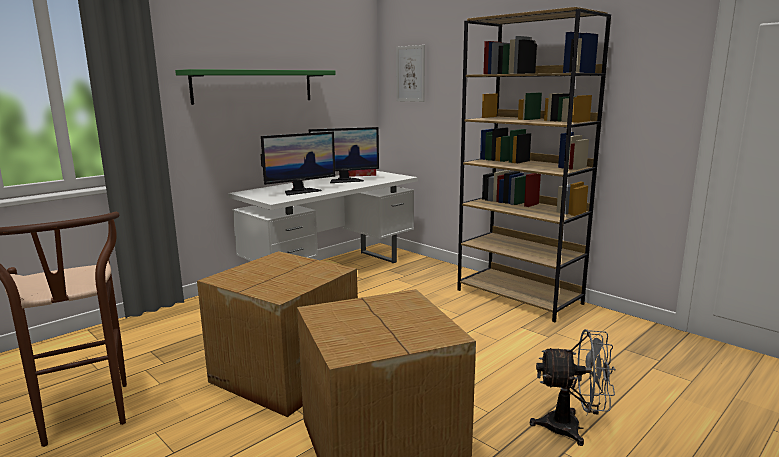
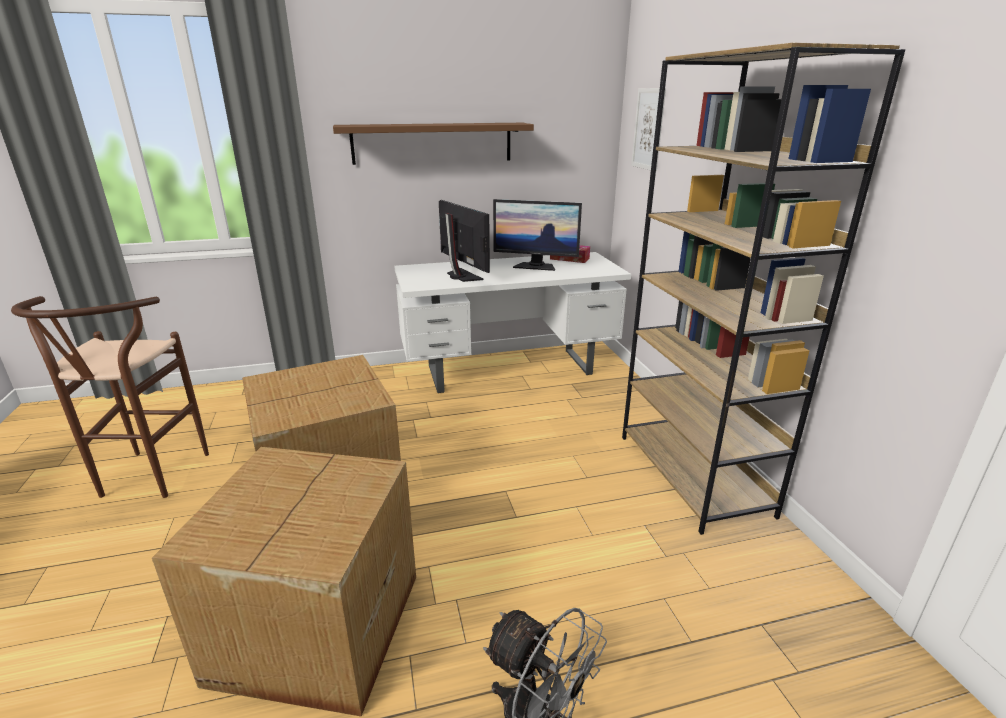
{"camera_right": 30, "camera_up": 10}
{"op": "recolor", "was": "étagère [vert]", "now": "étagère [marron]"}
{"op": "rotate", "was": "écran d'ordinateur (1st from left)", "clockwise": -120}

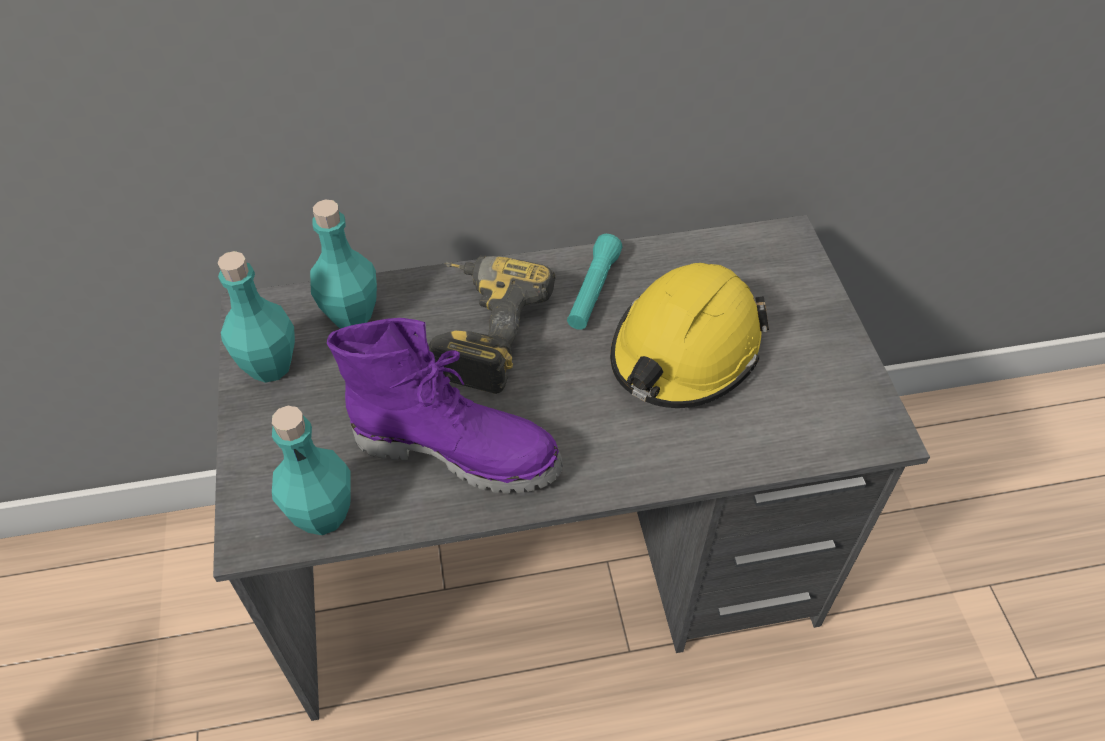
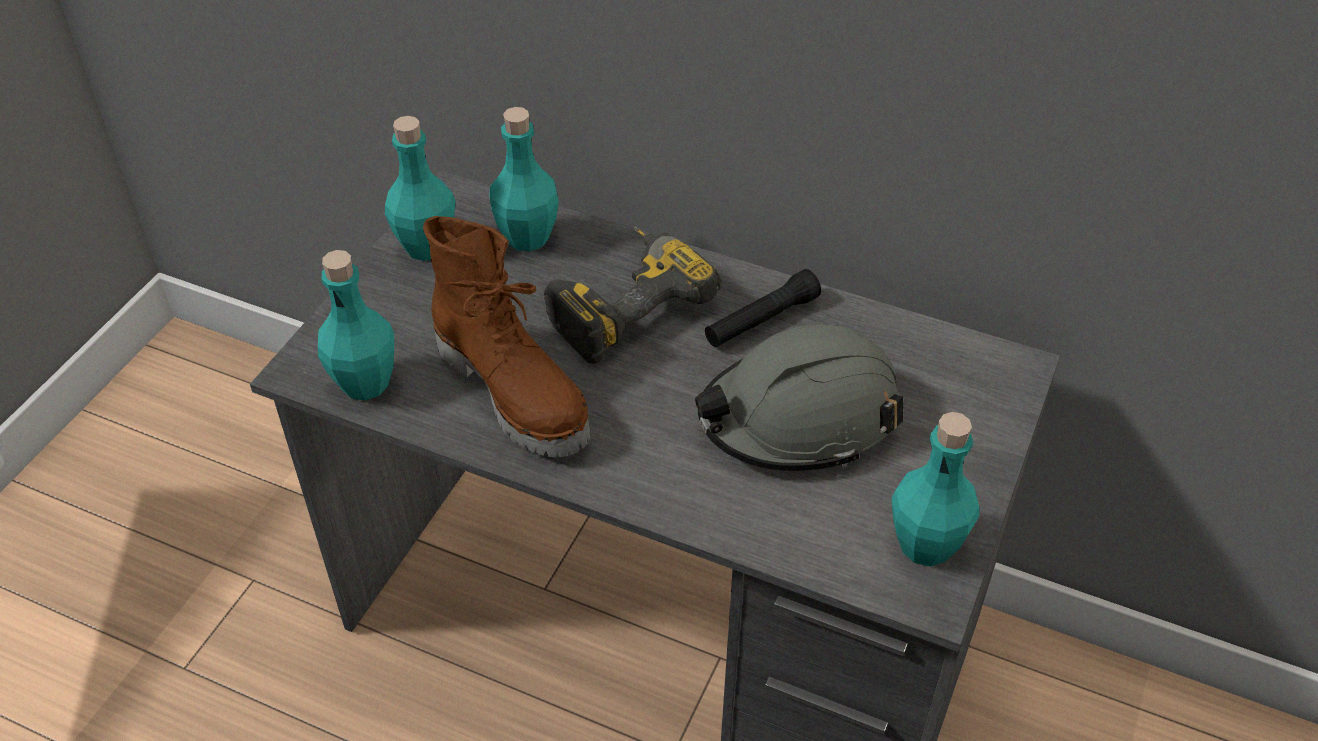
{"camera_right": 35, "camera_up": -5}
{"op": "recolor", "was": "botte [violet]", "now": "botte [marron]"}
{"op": "recolor", "was": "lampe de poche [turquoise]", "now": "lampe de poche [noir]"}
{"op": "recolor", "was": "casque de chantier [jaune]", "now": "casque de chantier [gris]"}
{"op": "insert", "now": "bouteille [turquoise] (4th from left)"}

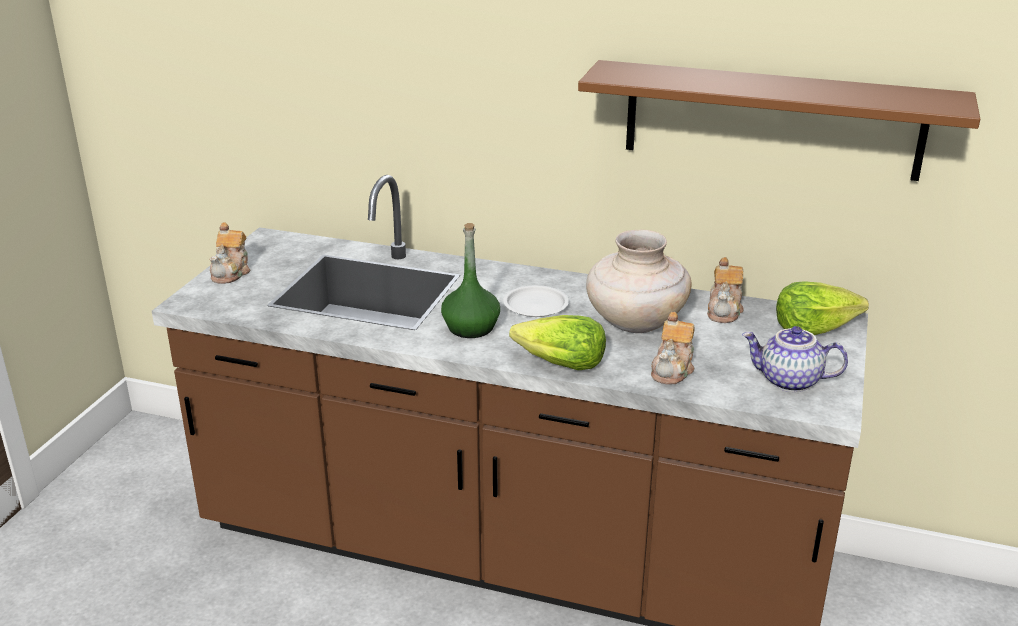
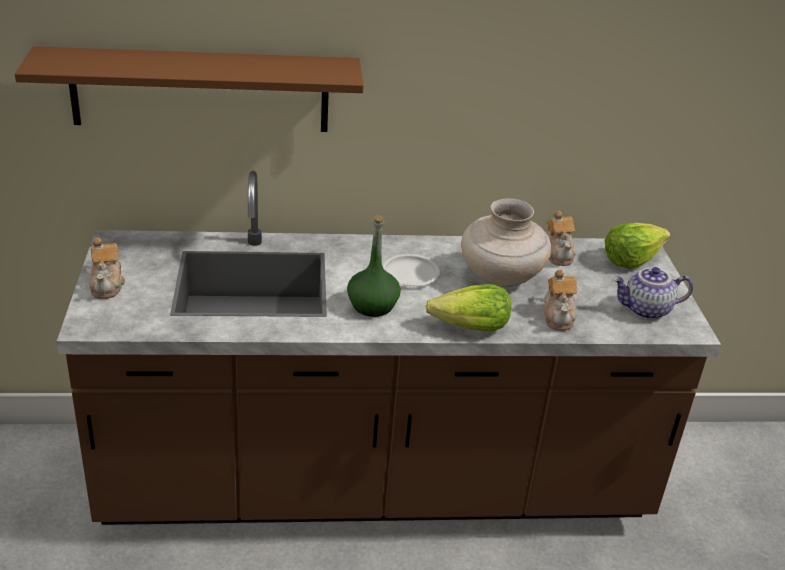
{"camera_right": -25, "camera_up": 5}
{"op": "move", "was": "étagère [marron]"}

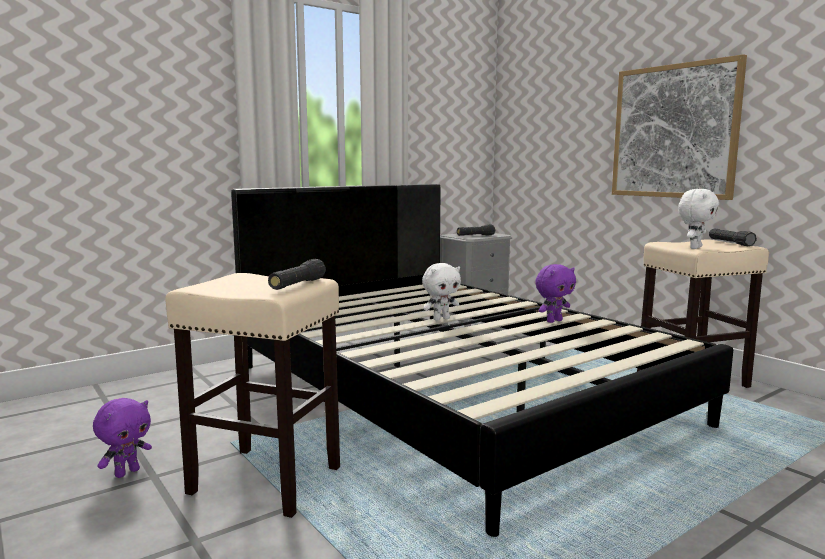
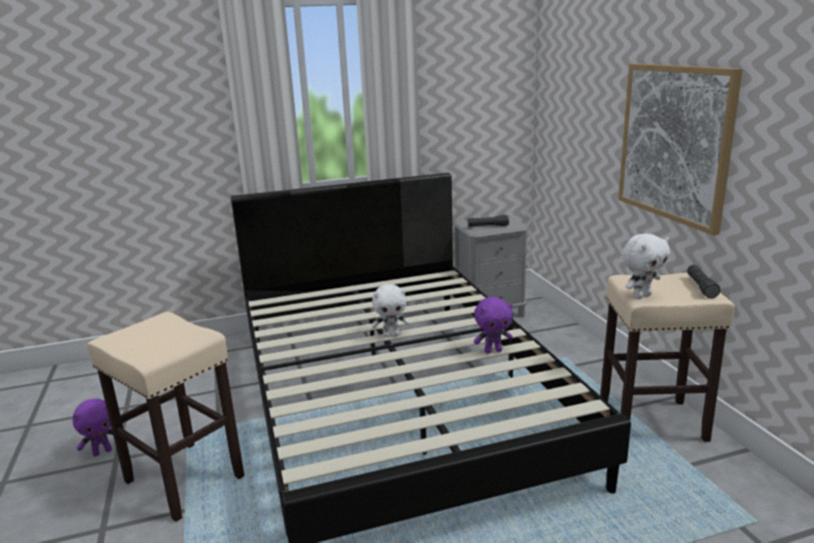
{"camera_right": 20, "camera_up": 10}
{"op": "delete", "was": "lampe de poche [noir] (1st from left)"}

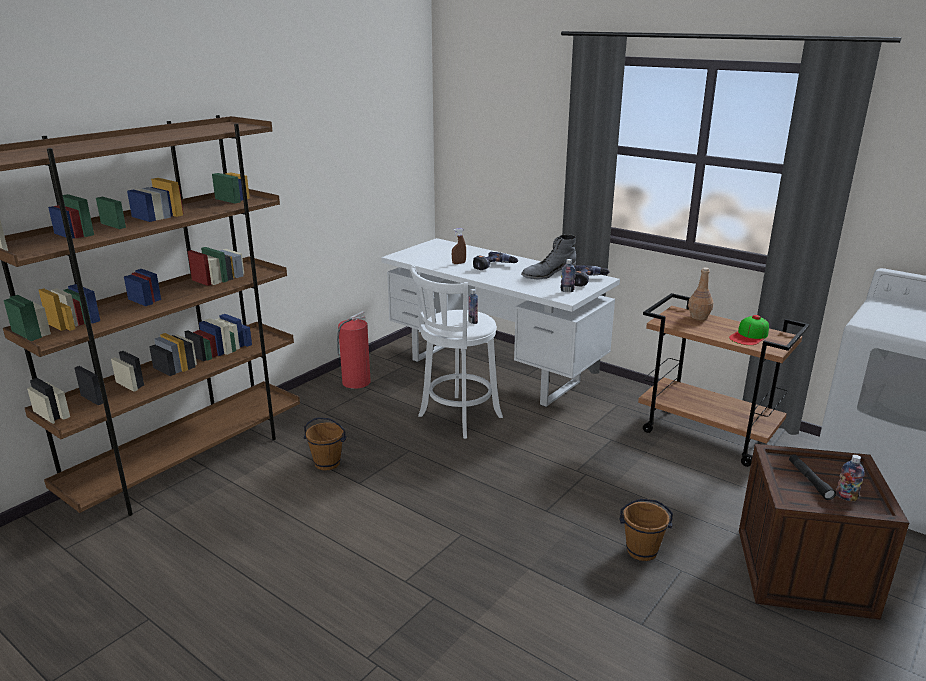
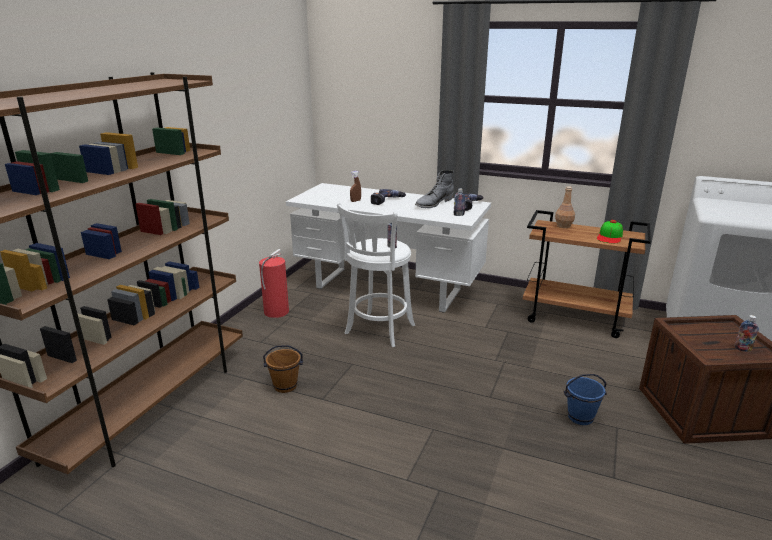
{"camera_right": -15, "camera_up": 0}
{"op": "recolor", "was": "seau [marron] (2nd from left)", "now": "seau [bleu]"}
{"op": "delete", "was": "lampe de poche [noir]"}

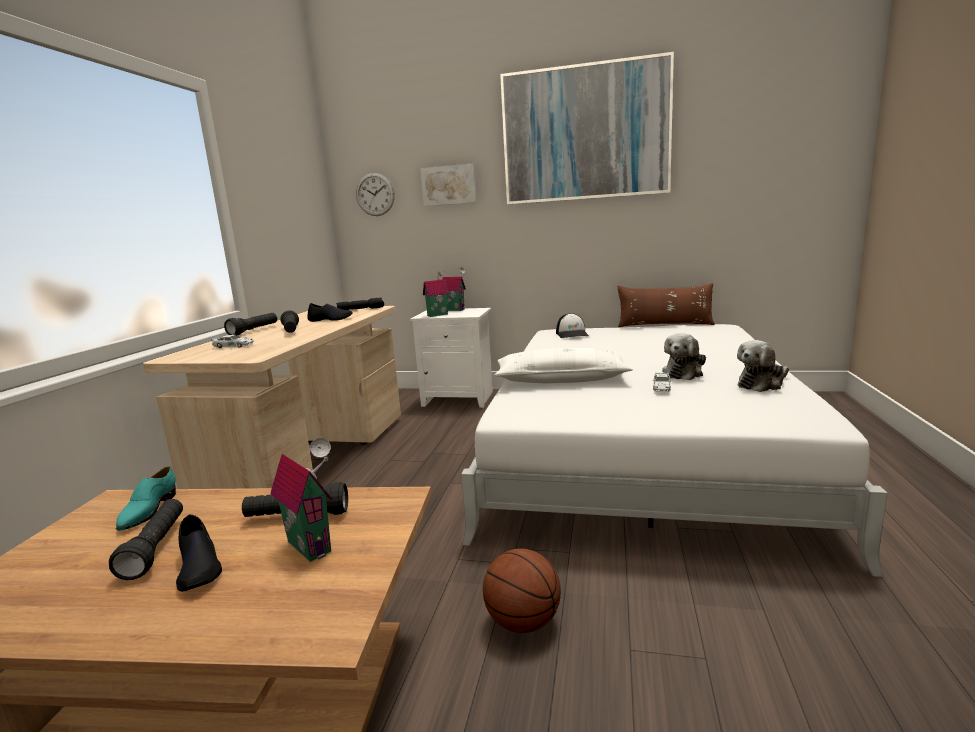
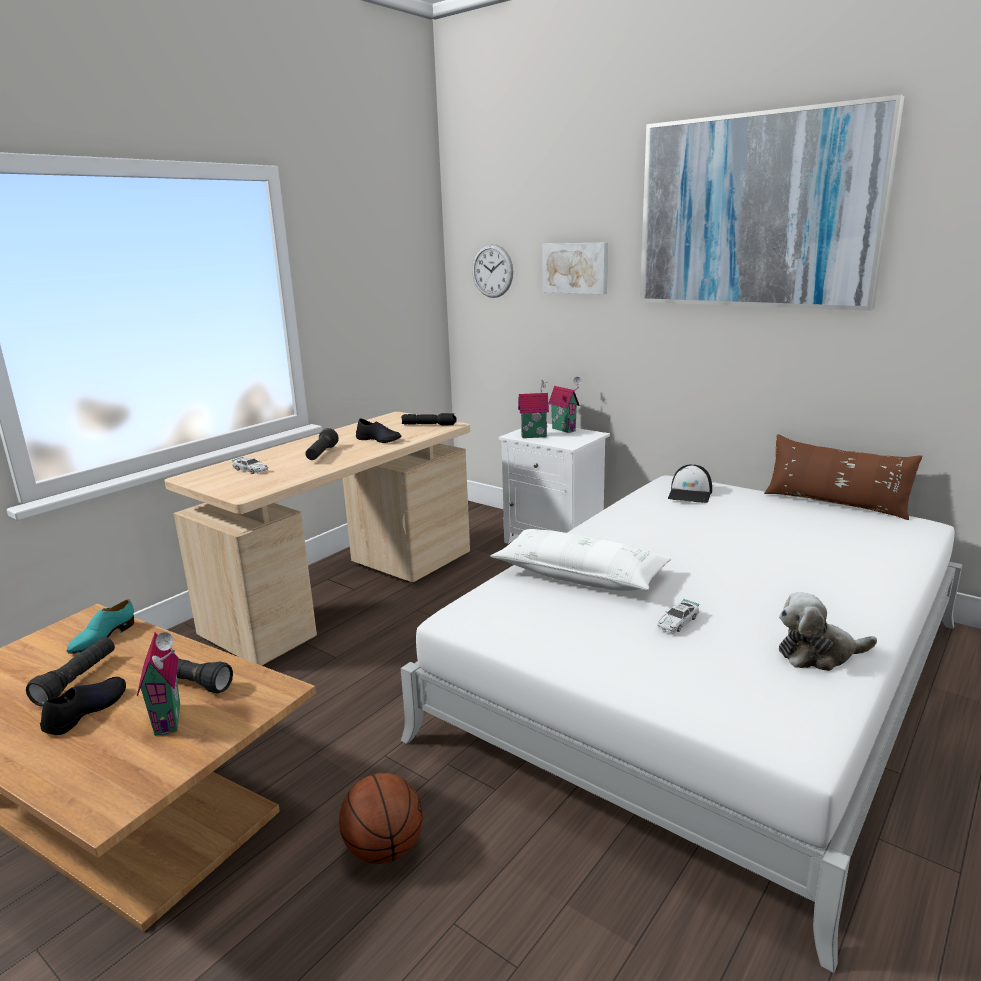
{"camera_right": 25, "camera_up": 5}
{"op": "rotate", "was": "chaussure [noir] (1st from left)", "clockwise": -150}
{"op": "delete", "was": "lampe de poche [noir] (2nd from left)"}
{"op": "delete", "was": "peluche (1st from left)"}

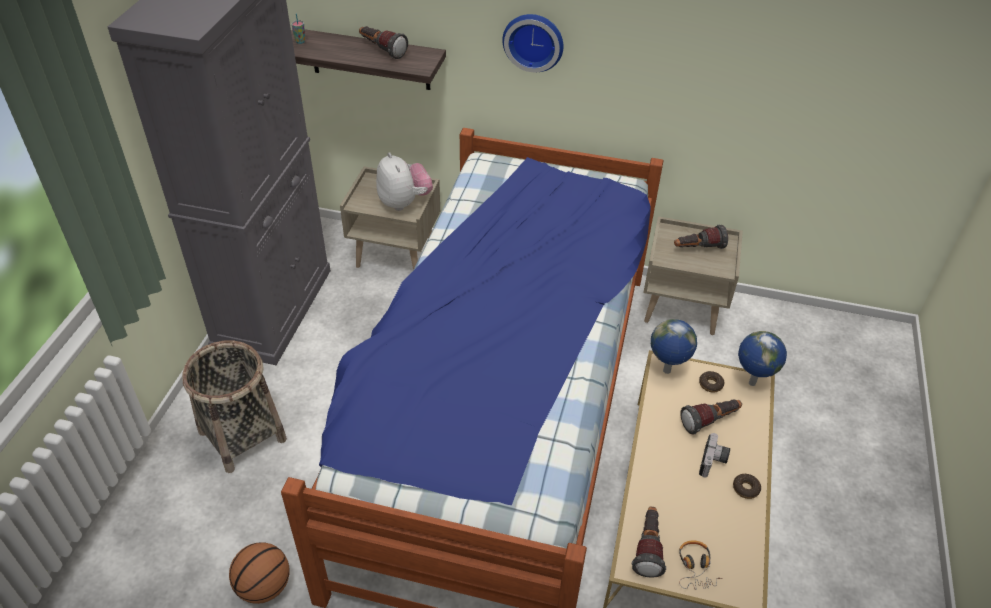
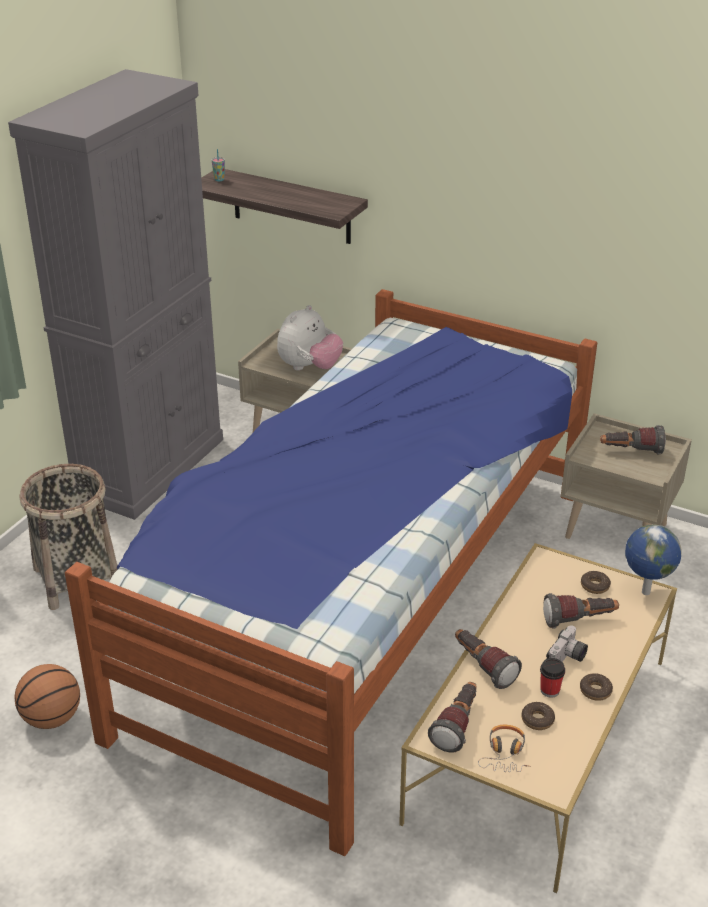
{"camera_right": 15, "camera_up": -10}
{"op": "move", "was": "lampe de poche (1st from left in the first image)", "now": "lampe de poche (2nd from left)"}
{"op": "rotate", "was": "peluche", "clockwise": 45}
{"op": "delete", "was": "horloge murale"}
{"op": "delete", "was": "globe (1st from left)"}
{"op": "insert", "now": "beignet (1st from left)"}
{"op": "insert", "now": "tasse (2nd from left)"}

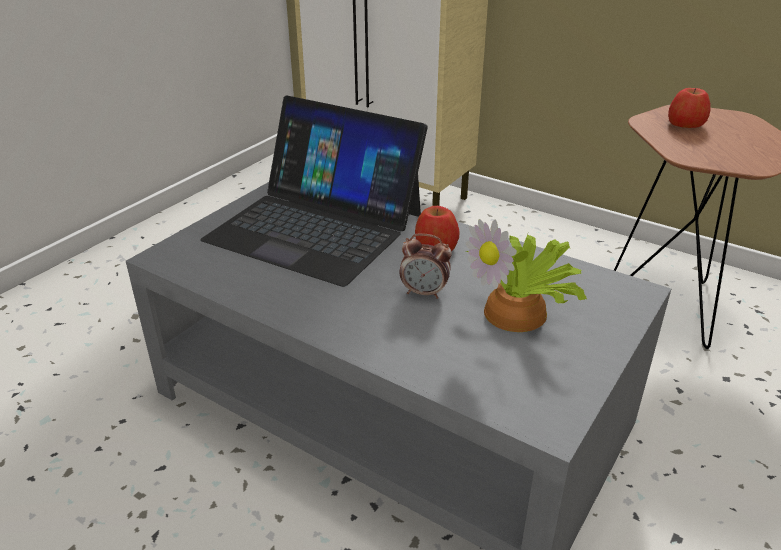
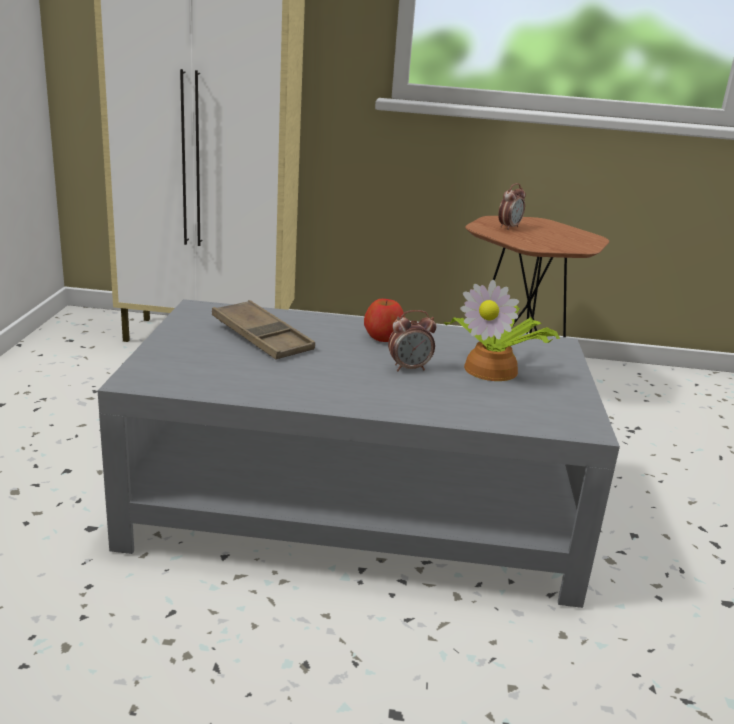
{"camera_right": -30, "camera_up": -10}
{"op": "replace", "was": "ordinateur portable", "now": "plateau [marron]"}
{"op": "replace", "was": "pomme (2nd from left)", "now": "réveil (2nd from left)"}

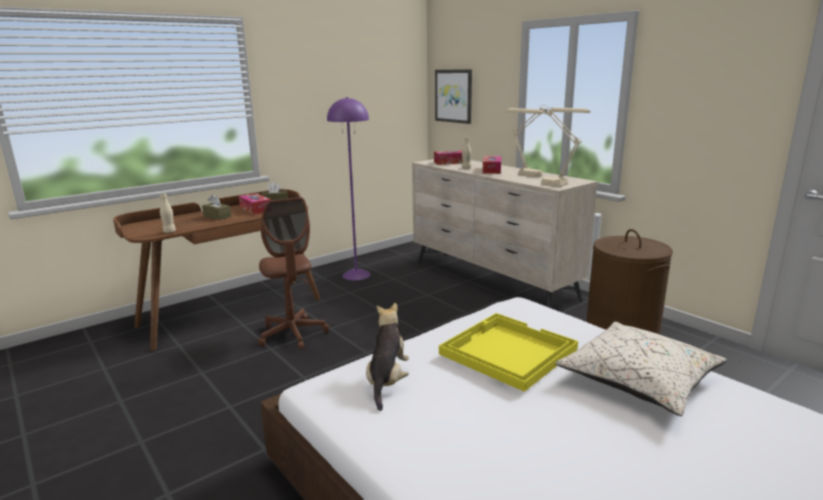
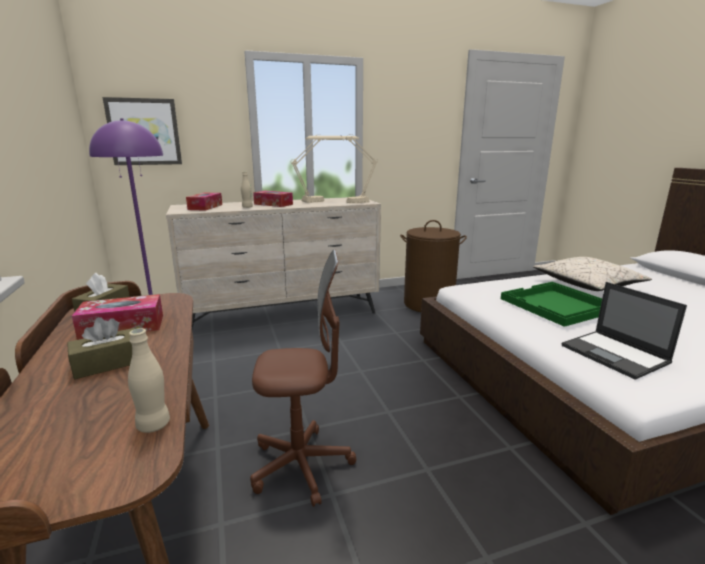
{"camera_right": -70, "camera_up": 0}
{"op": "replace", "was": "peluche", "now": "ordinateur portable"}
{"op": "recolor", "was": "plateau [jaune]", "now": "plateau [vert]"}

